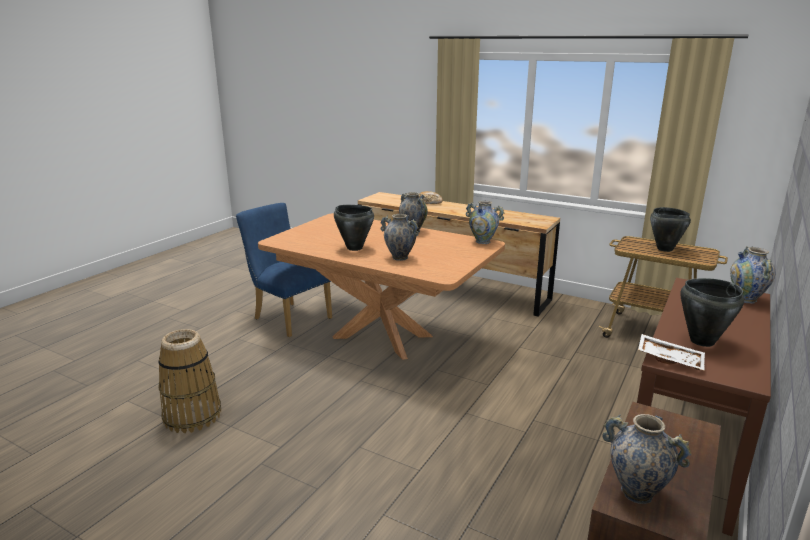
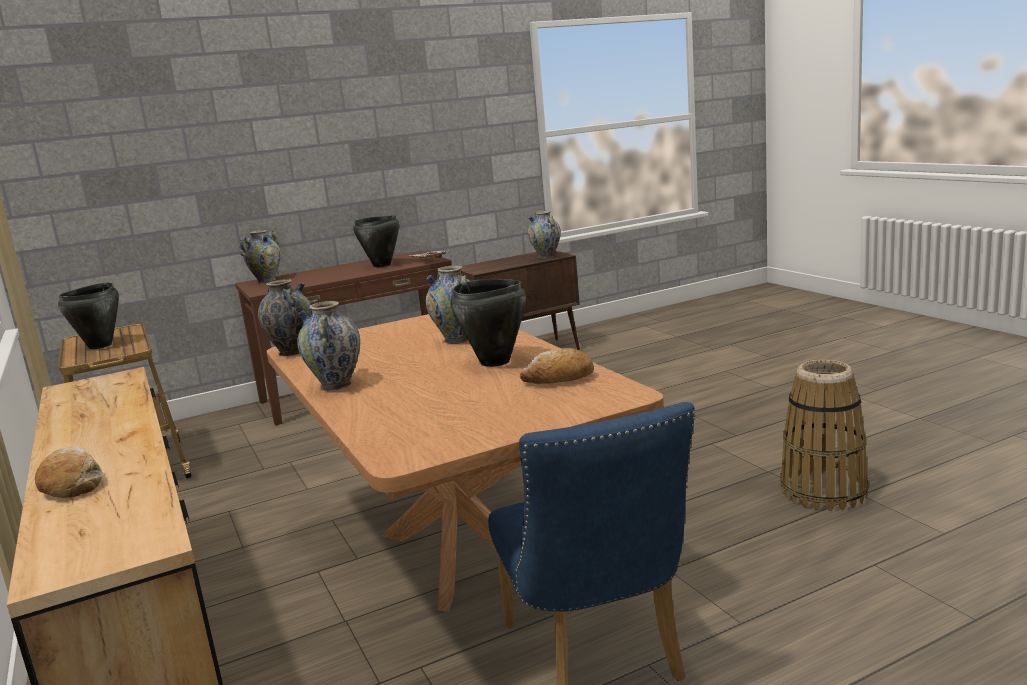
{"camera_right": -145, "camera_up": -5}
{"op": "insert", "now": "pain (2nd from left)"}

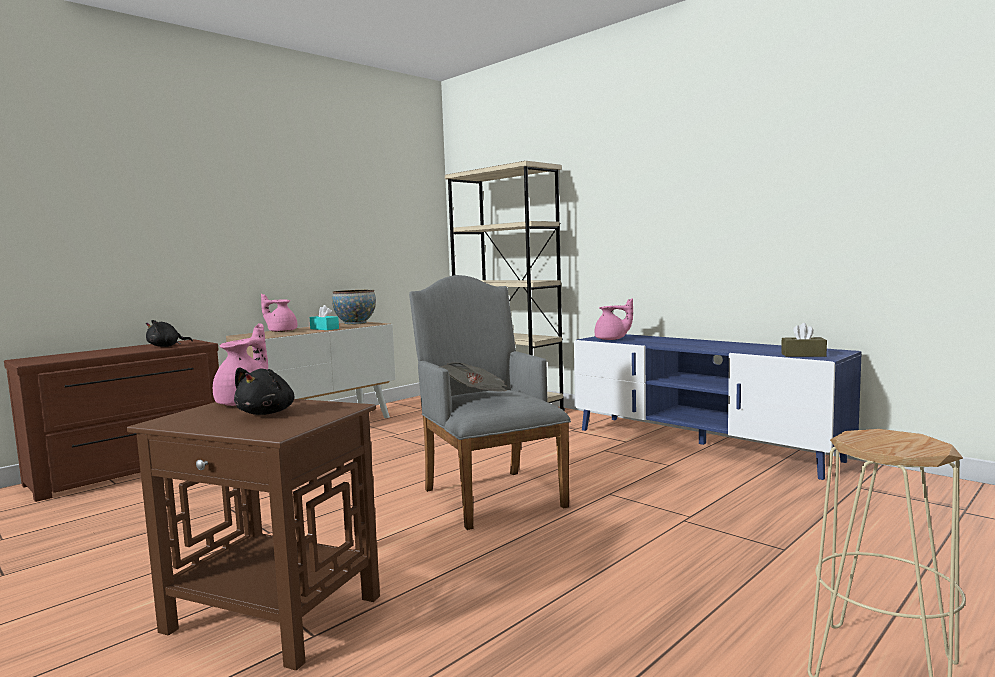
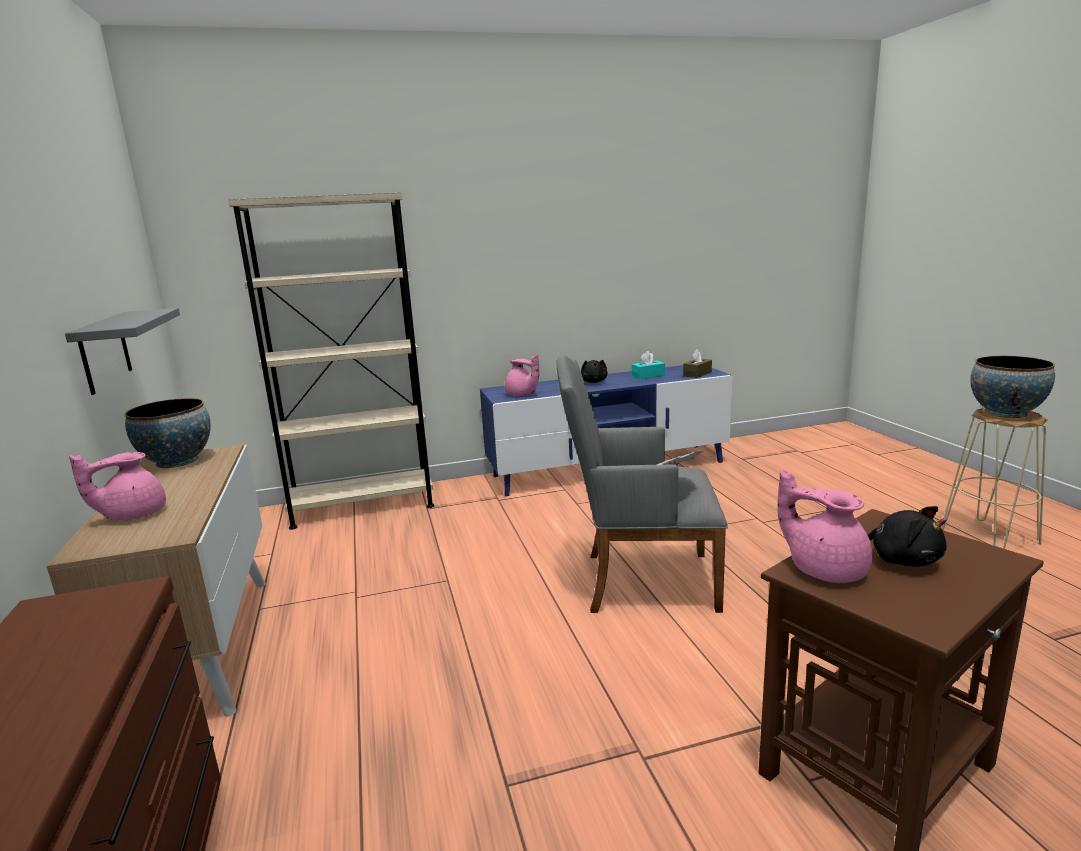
{"camera_right": -60, "camera_up": 10}
{"op": "move", "was": "peluche [noir] (1st from left)"}
{"op": "move", "was": "boîte à mouchoirs [turquoise]"}
{"op": "rotate", "was": "théière [rose] (3rd from left in the first image)", "clockwise": 90}
{"op": "insert", "now": "étagère [gris]"}
{"op": "insert", "now": "bol (2nd from left)"}

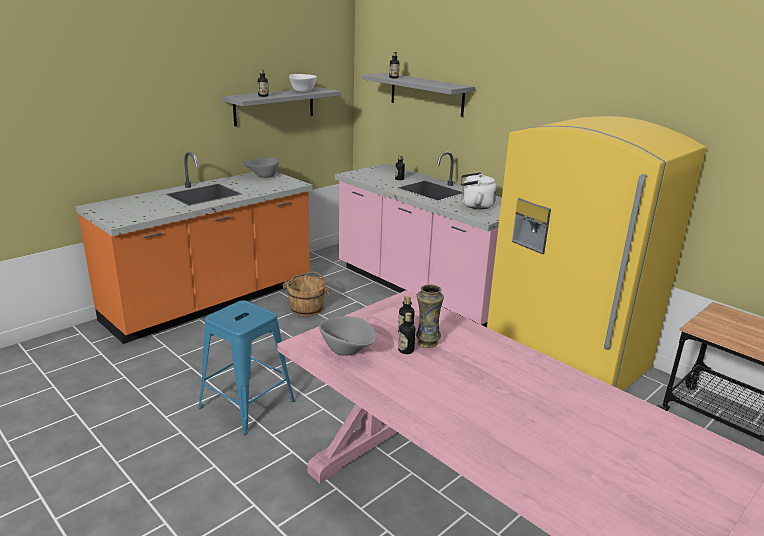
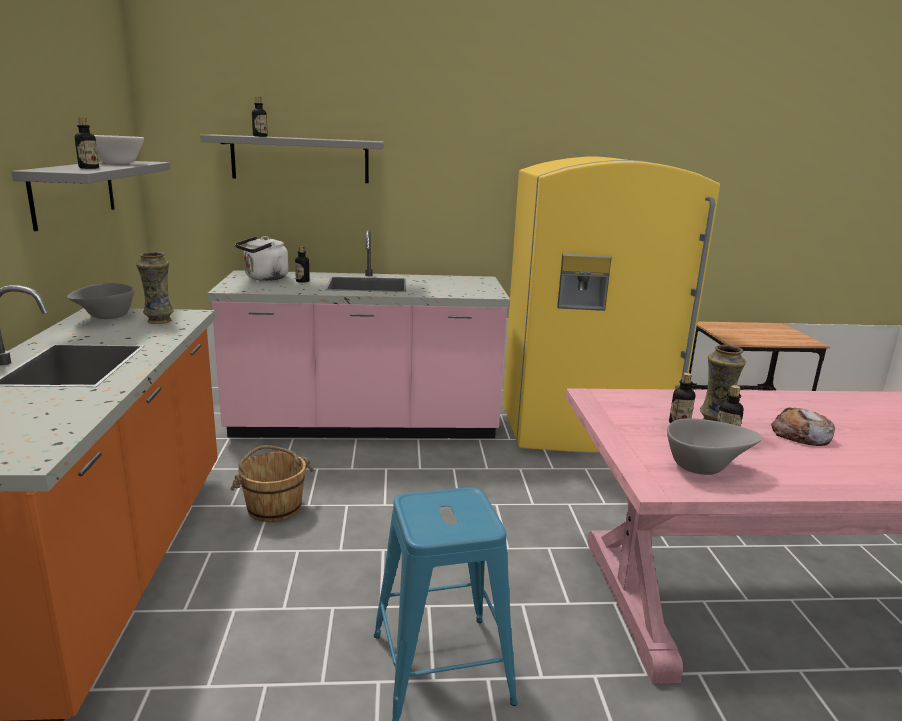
{"camera_right": -50, "camera_up": -5}
{"op": "move", "was": "bouilloire [blanc]"}
{"op": "insert", "now": "vase (1st from left)"}
{"op": "insert", "now": "pain"}

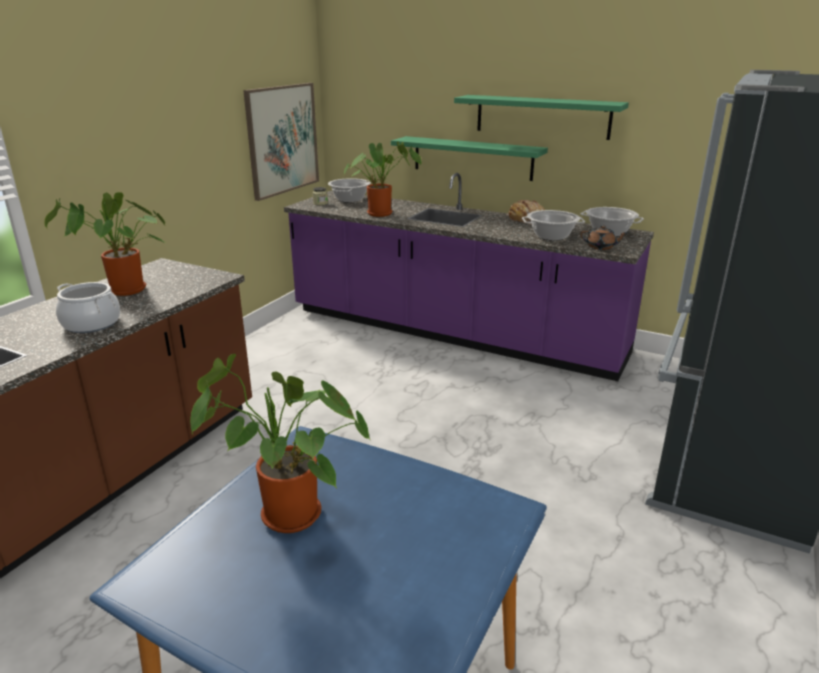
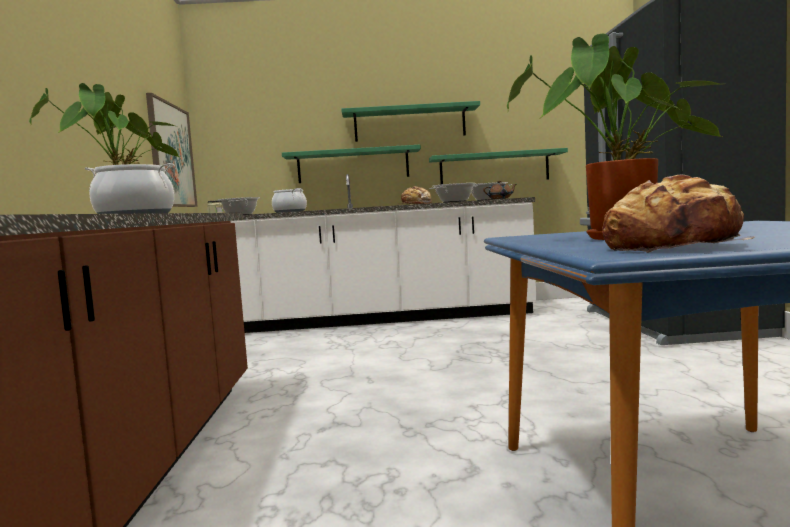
{"camera_right": -30, "camera_up": -20}
{"op": "recolor", "was": "comptoir de cuisine [violet]", "now": "comptoir de cuisine [blanc]"}
{"op": "replace", "was": "plante en pot (3rd from left)", "now": "marmite (3rd from left)"}
{"op": "insert", "now": "étagère [vert] (3rd from left)"}
{"op": "insert", "now": "pain (2nd from left)"}

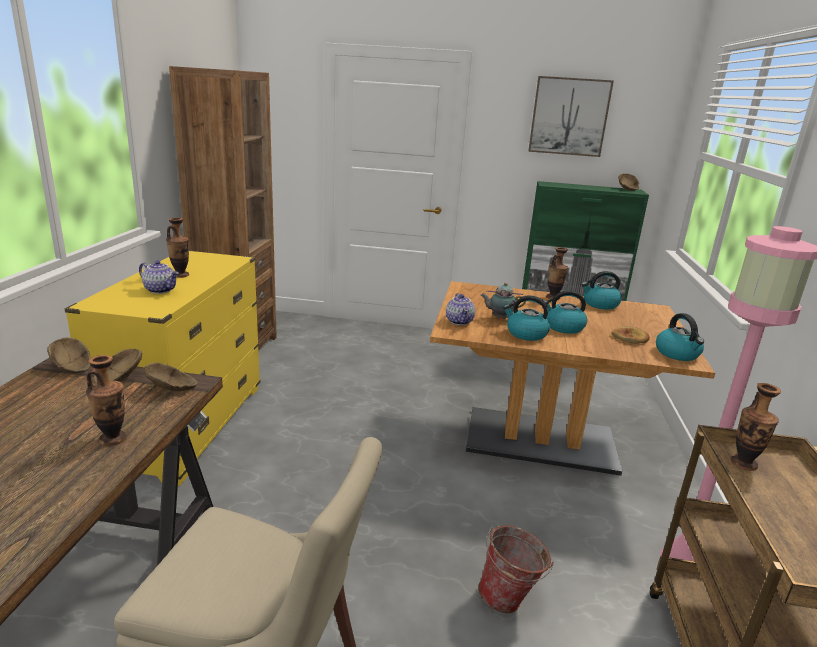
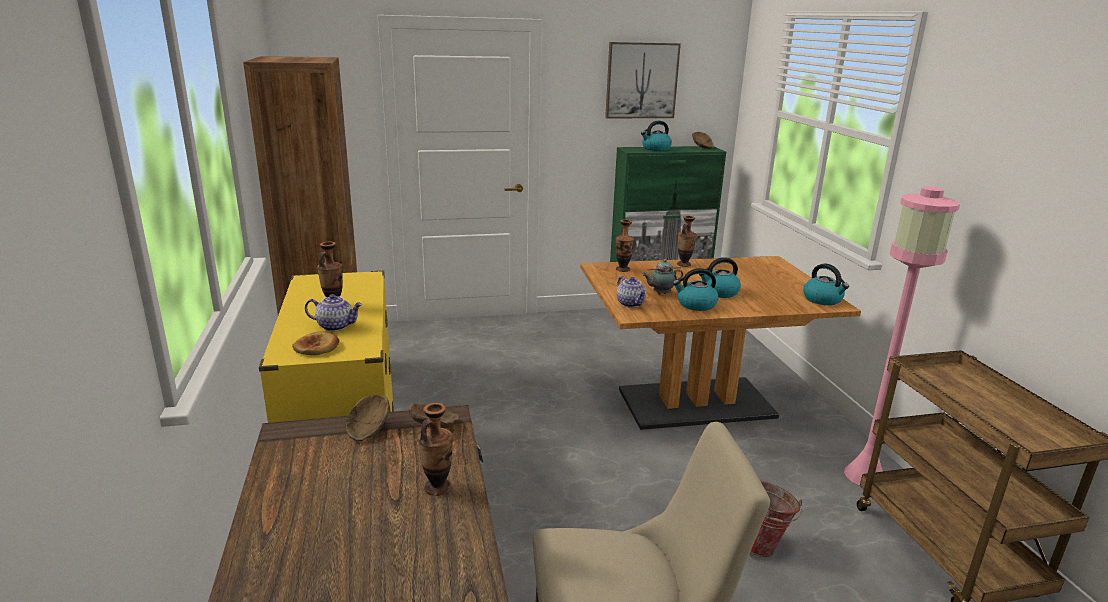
{"camera_right": -20, "camera_up": 0}
{"op": "delete", "was": "bol [marron] (1st from left)"}
{"op": "move", "was": "bouilloire (3rd from left in the first image)", "now": "bouilloire (1st from left)"}
{"op": "move", "was": "pain"}
{"op": "move", "was": "vase (4th from left in the first image)", "now": "vase (3rd from left)"}

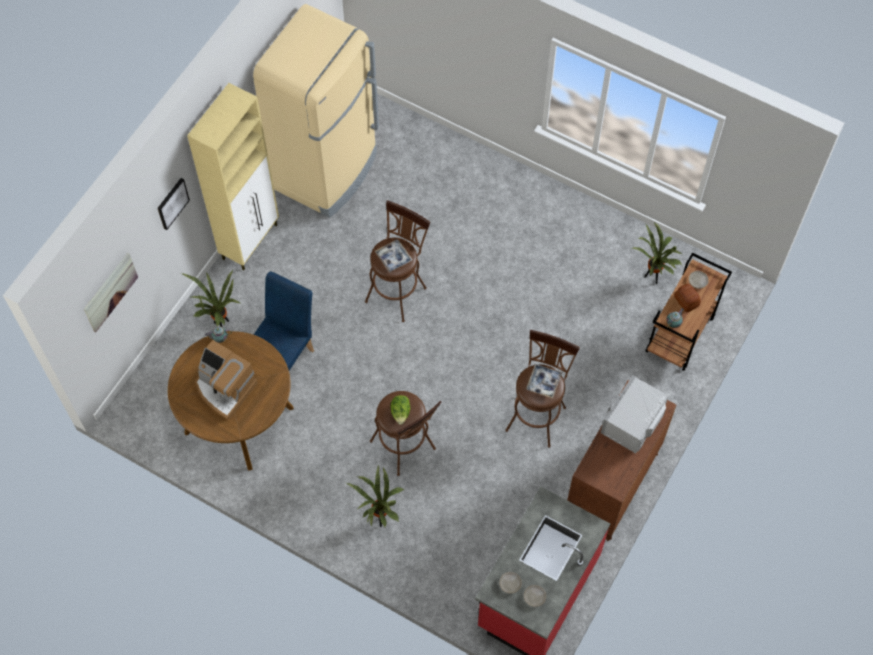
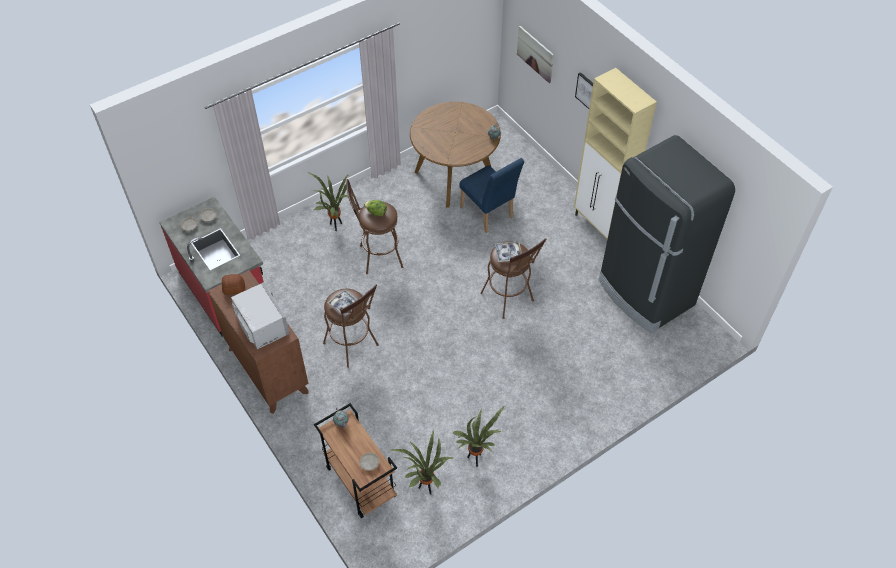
{"camera_right": 115, "camera_up": -10}
{"op": "move", "was": "plante en pot (1st from left in the first image)", "now": "plante en pot (3rd from left)"}
{"op": "delete", "was": "machine à café"}
{"op": "recolor", "was": "réfrigérateur [beige]", "now": "réfrigérateur [noir]"}
{"op": "move", "was": "pain"}

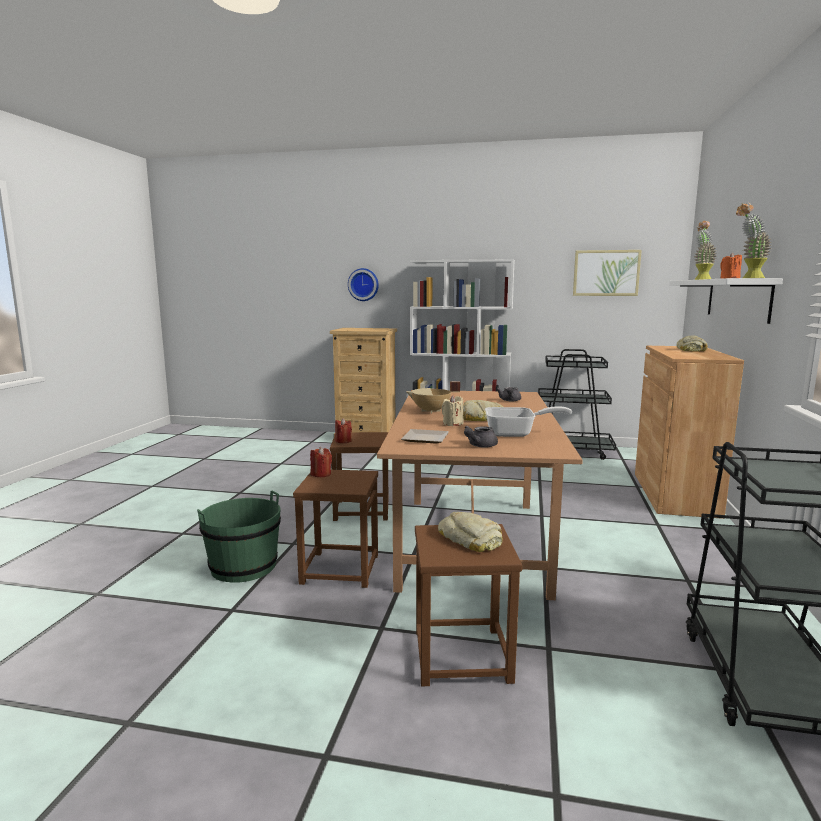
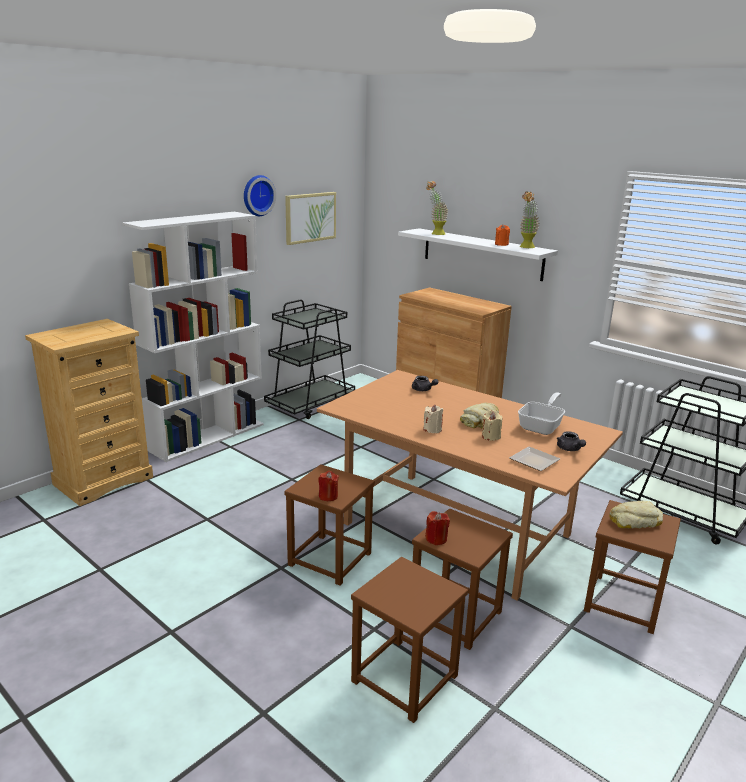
{"camera_right": -60, "camera_up": 10}
{"op": "replace", "was": "seau [vert]", "now": "tabouret [marron] (2nd from left)"}
{"op": "move", "was": "horloge murale"}
{"op": "replace", "was": "marmite [beige]", "now": "bougie [beige] (1st from left)"}
{"op": "delete", "was": "pain (3rd from left)"}

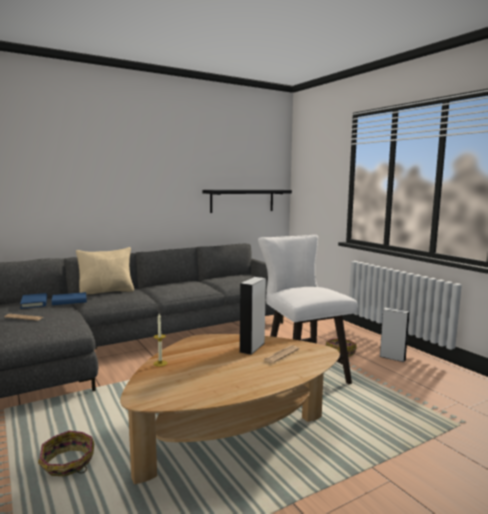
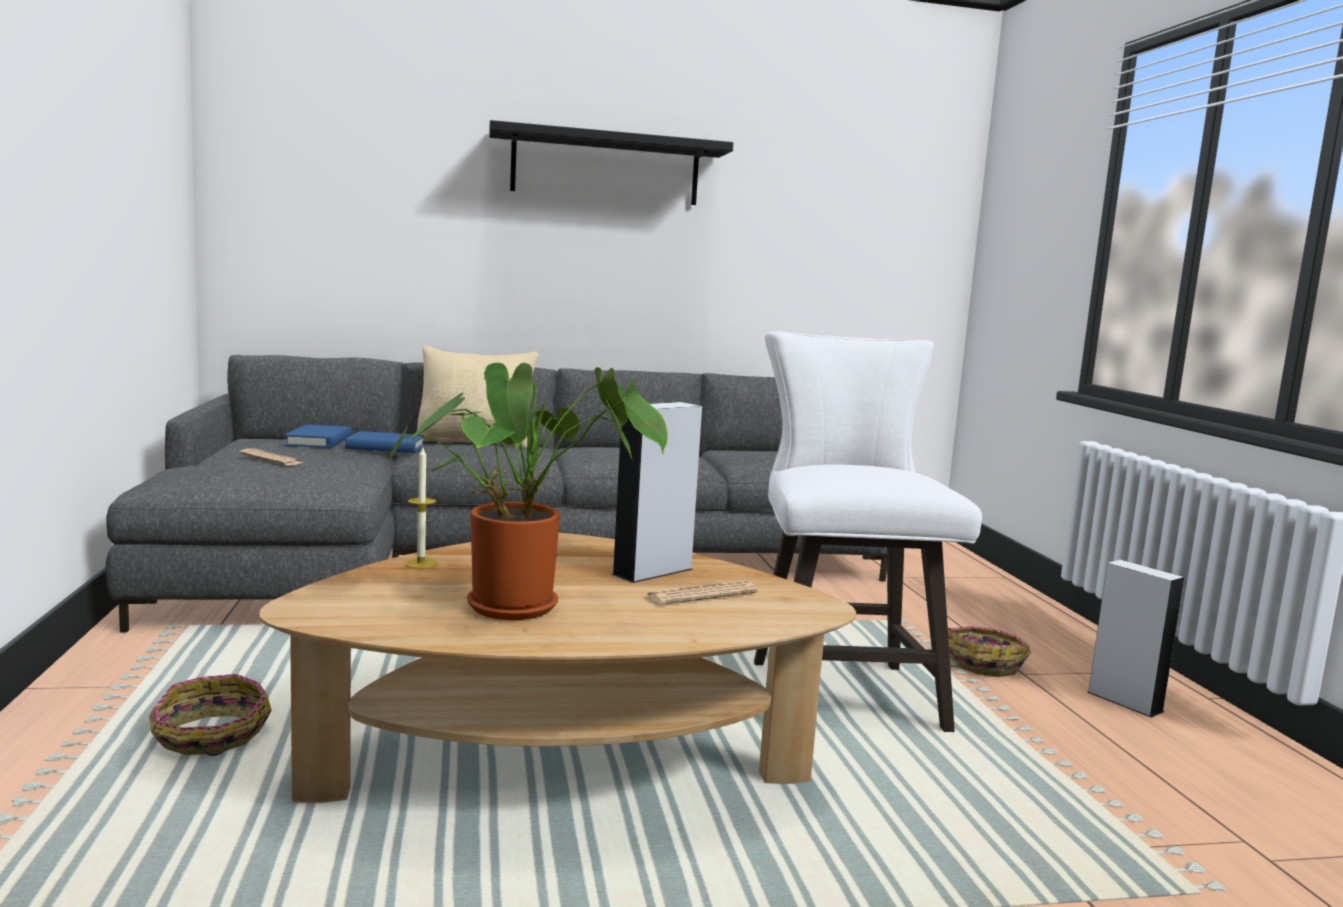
{"camera_right": 20, "camera_up": 0}
{"op": "move", "was": "étagère [noir]"}
{"op": "insert", "now": "plante en pot"}

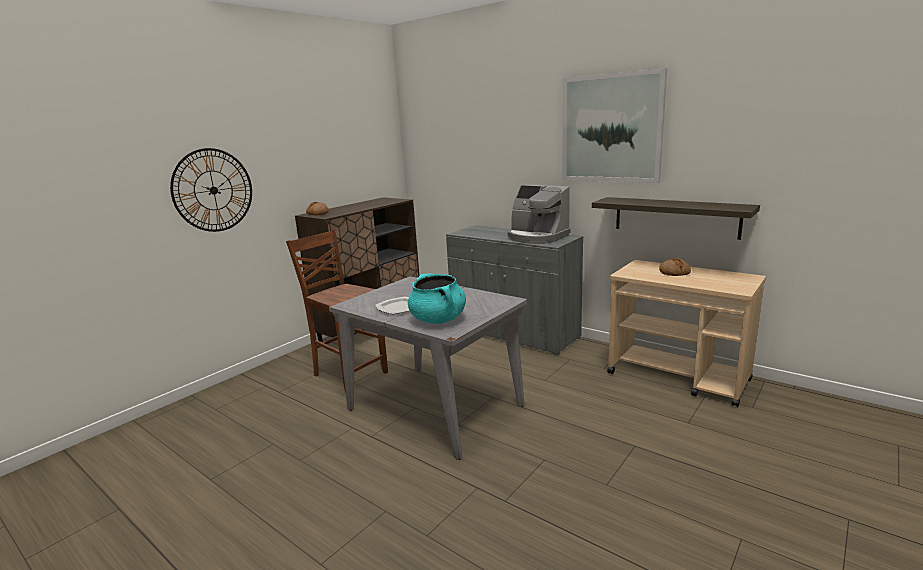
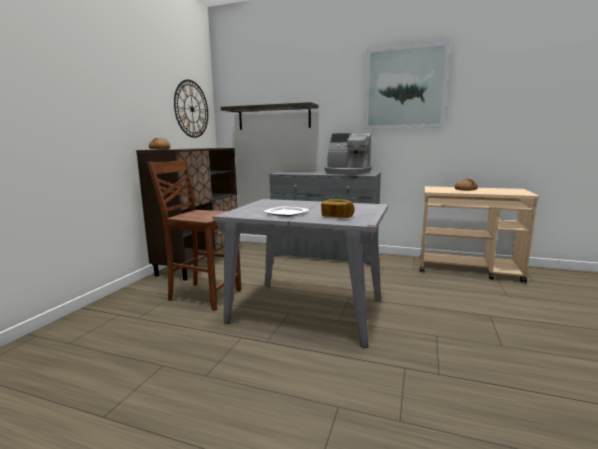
{"camera_right": -20, "camera_up": -5}
{"op": "move", "was": "horloge murale"}
{"op": "replace", "was": "marmite [turquoise]", "now": "pain (2nd from left)"}
{"op": "move", "was": "étagère"}

